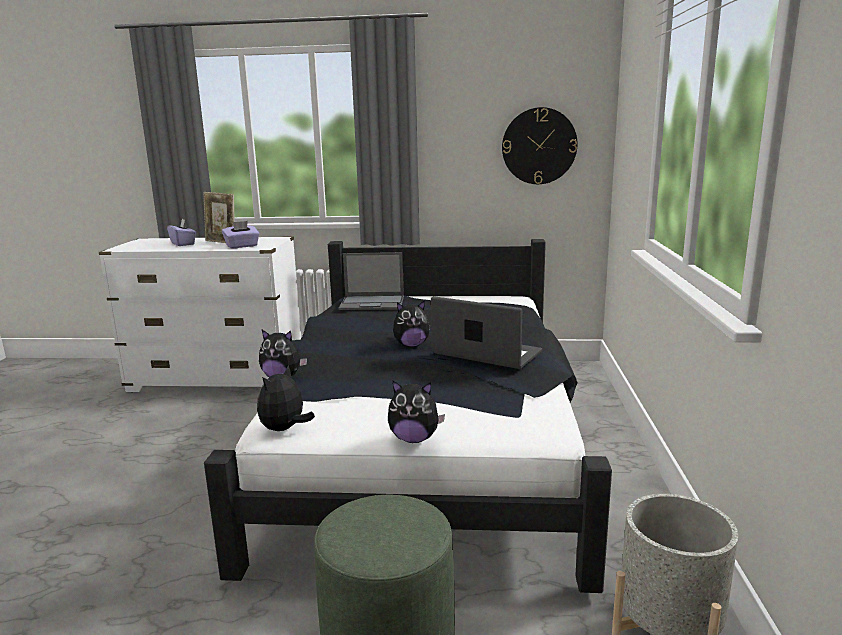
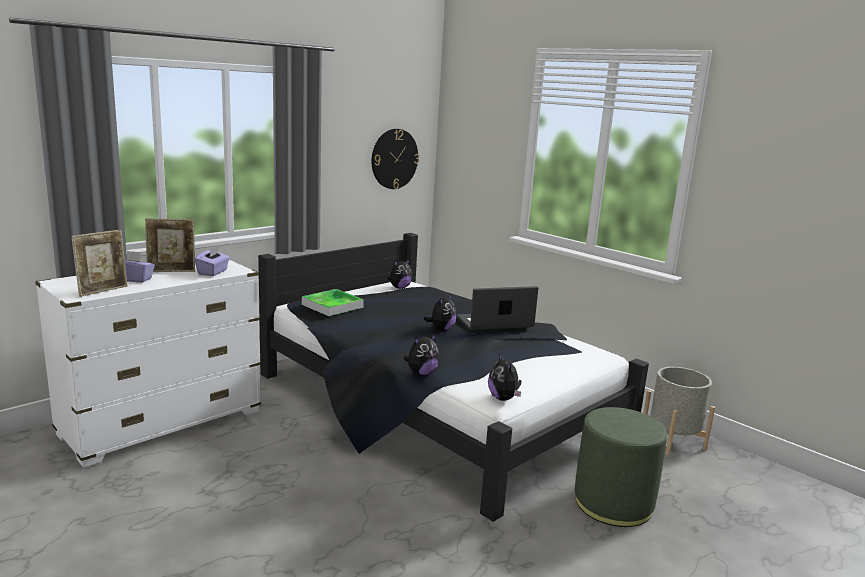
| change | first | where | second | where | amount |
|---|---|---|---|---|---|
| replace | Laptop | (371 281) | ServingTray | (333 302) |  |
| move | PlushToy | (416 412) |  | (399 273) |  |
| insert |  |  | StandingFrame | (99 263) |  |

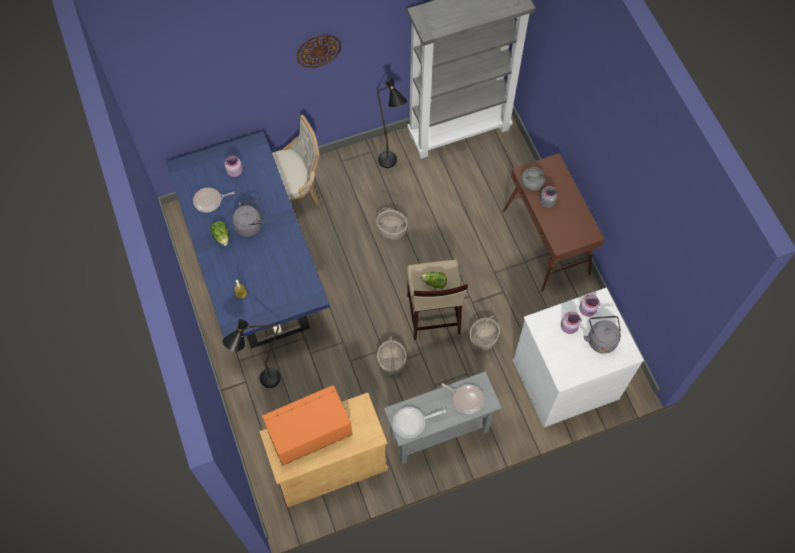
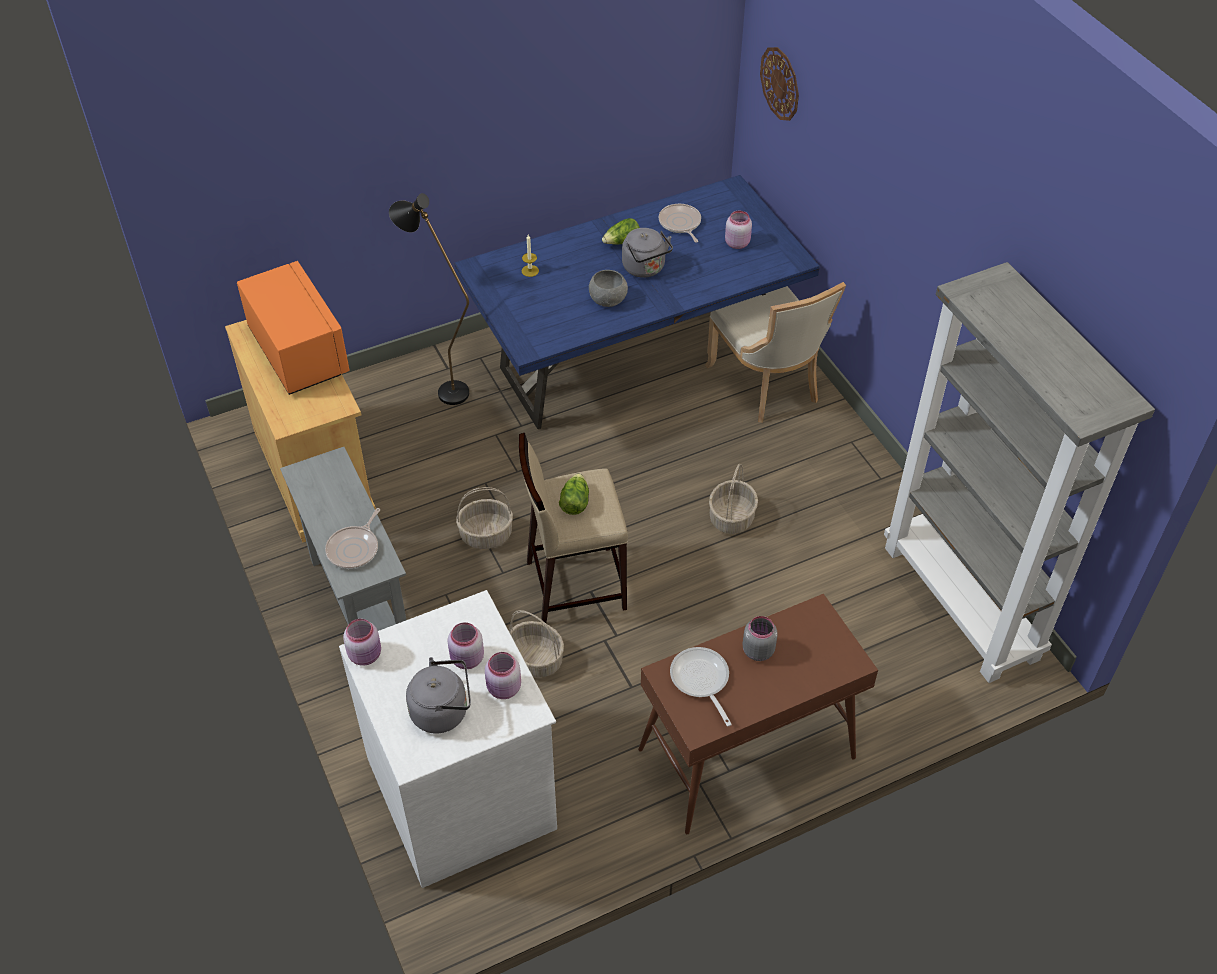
| change | first | where | second | where | amount |
|---|---|---|---|---|---|
| move | WallClock | (318 51) |  | (779 84) |  |
| delete | BlackStandardLamp | (392 122) |  |  |  |
| move | GreyishServingBowl | (533 179) |  | (608 288) |  |
| move | Skillet | (419 422) |  | (701 686) |  |
| insert |  |  | PinkJar | (362 642) |  |

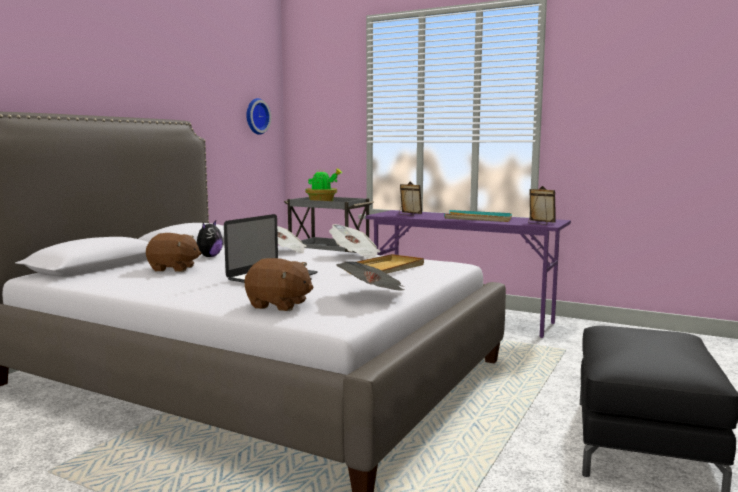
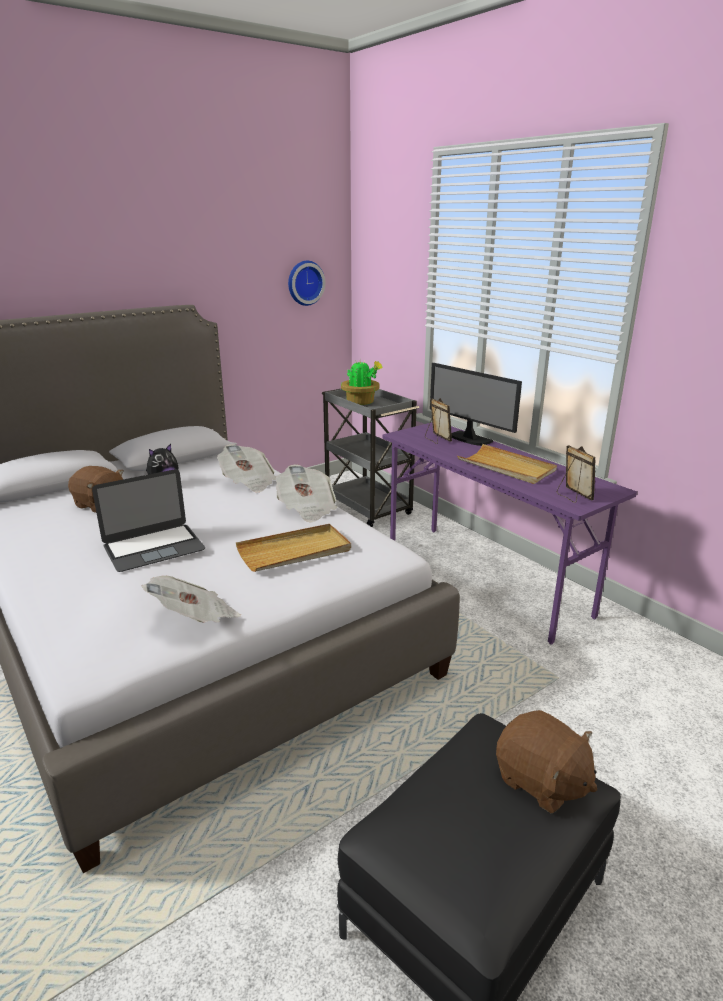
| change | first | where | second | where | amount |
|---|---|---|---|---|---|
| recolor | BlueGreenServingTray | (478 216) | BeigeColouredServingTray | (507 464) |  |
| move | BrownColouredPlushToy | (278 284) |  | (546 761) |  |
| insert |  |  | ComputerDisplay | (476 404) |  |

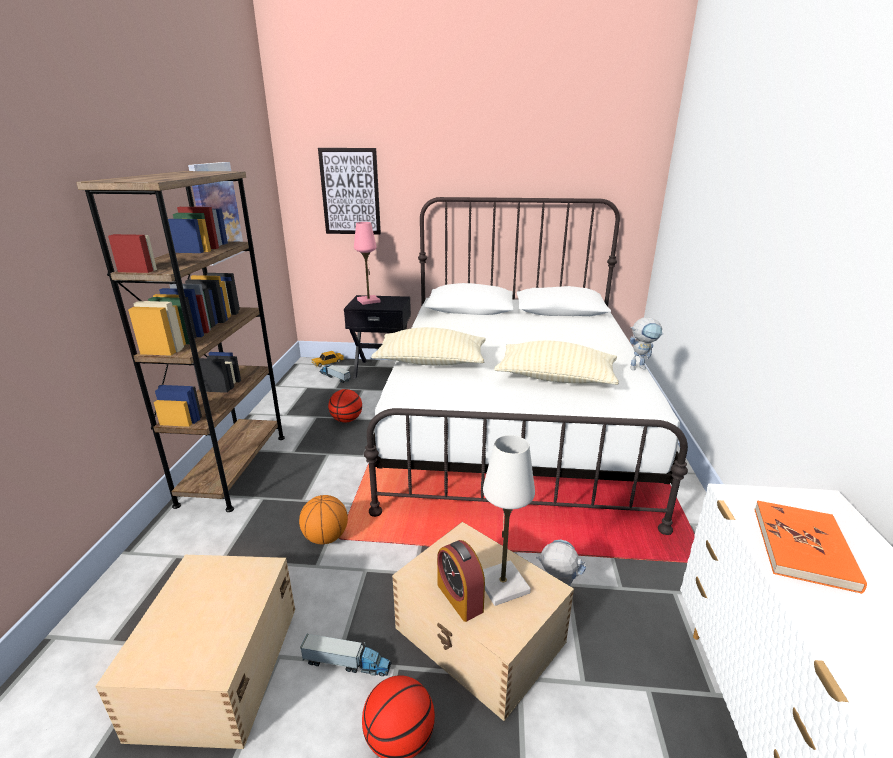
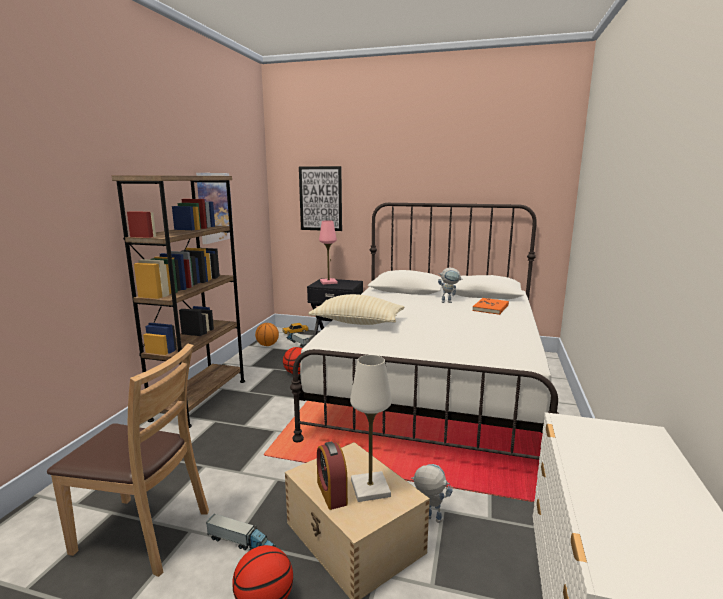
| change | first | where | second | where | amount |
|---|---|---|---|---|---|
| move | ModelRobot | (646 343) |  | (450 285) |  |
| delete | BeigeColouredThrowPillow | (556 363) |  |  |  |
| move | BallForBasketball | (323 519) |  | (267 334) |  |
| move | OrangeyBoundBook | (810 547) |  | (491 306) |  |
| replace | BeigeColouredStorageContainer | (195 652) | BrownColouredChair | (128 460) |  |

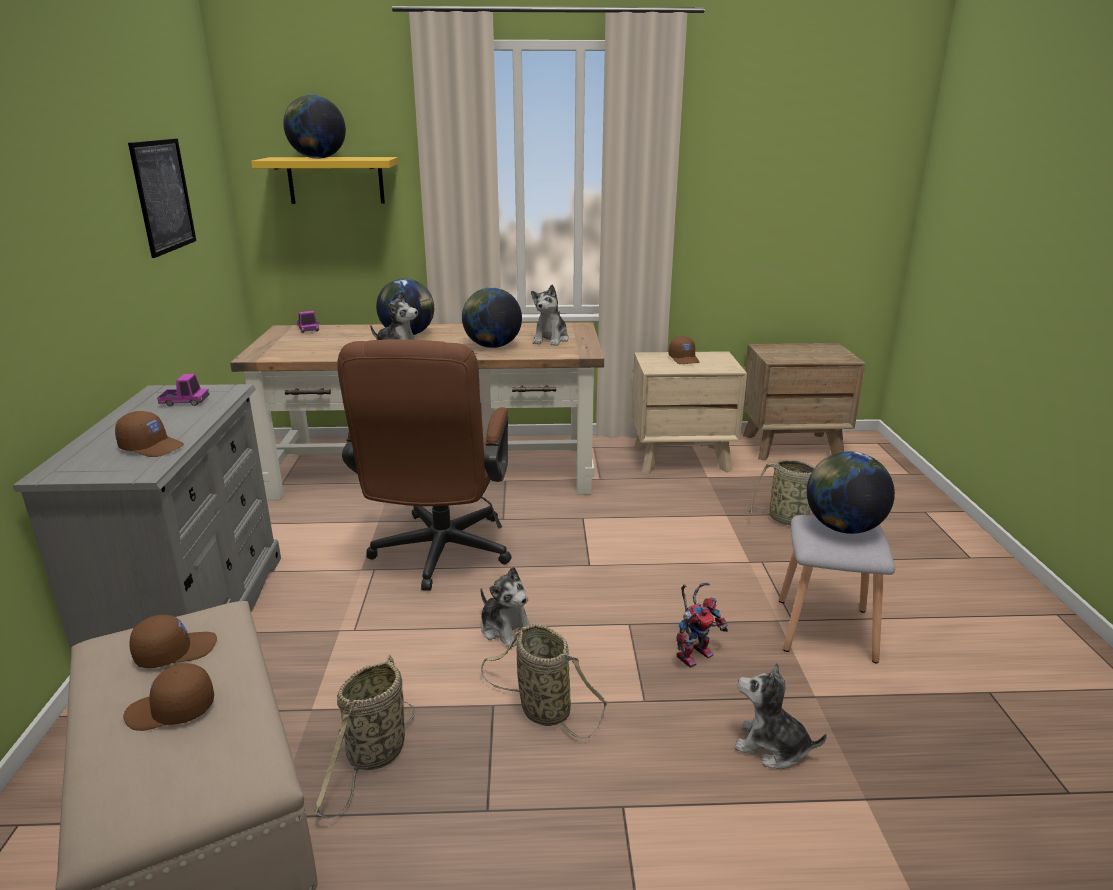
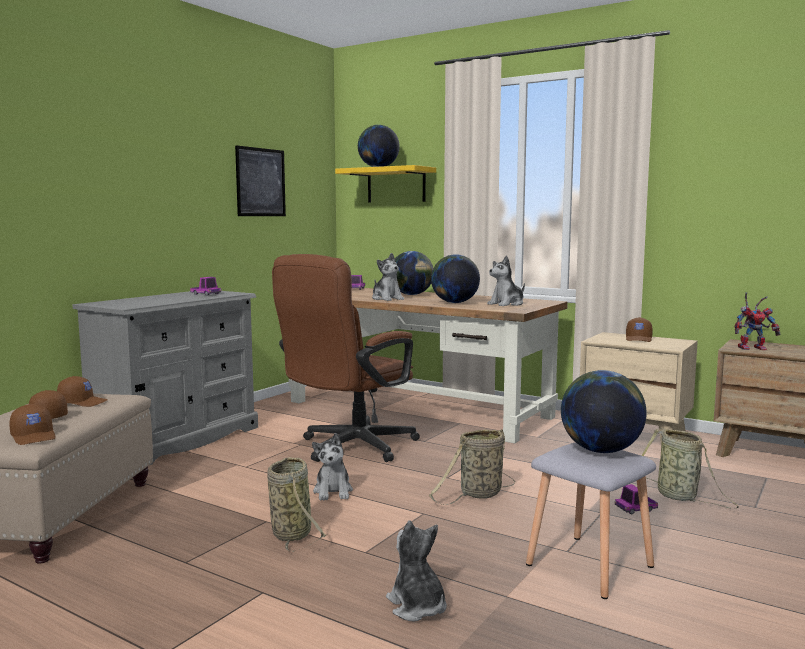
| change | first | where | second | where | amount |
|---|---|---|---|---|---|
| move | BrownColouredCap | (149 434) |  | (32 424) |  |
| move | ModelRobot | (702 625) |  | (757 321) |  |
| move | Basket | (364 737) |  | (472 467) |  |
| insert |  |  | ModelTruck | (636 499) |  |

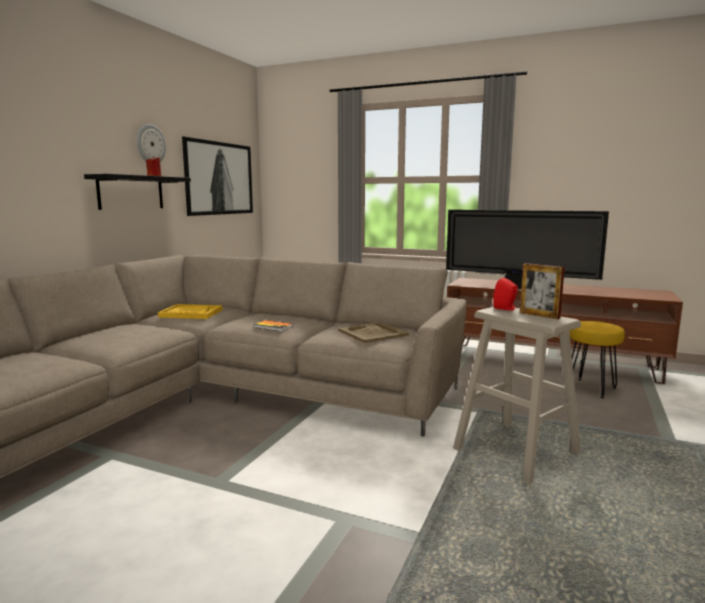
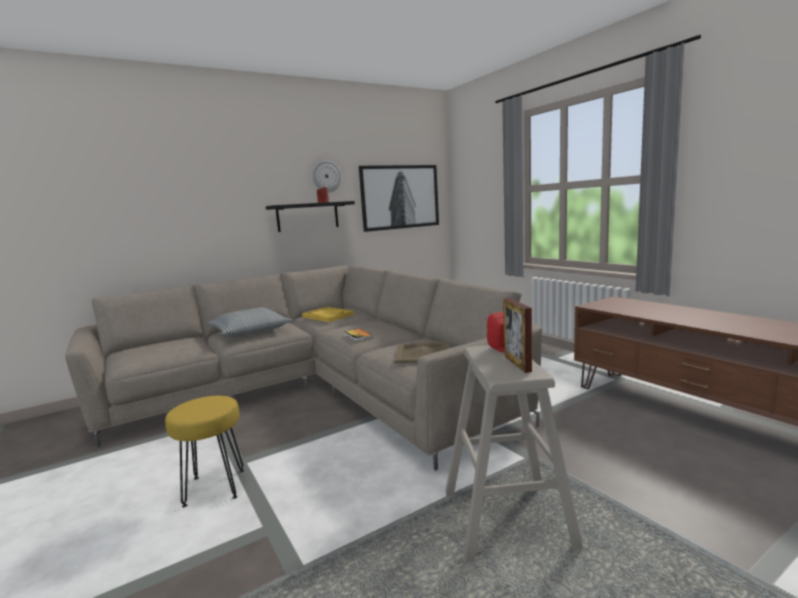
| change | first | where | second | where | amount |
|---|---|---|---|---|---|
| delete | Television | (527 249) |  |  |  |
| move | YellowColouredStool | (597 360) |  | (204 451) |  |
| insert |  |  | ThrowPillow | (250 322) |  |

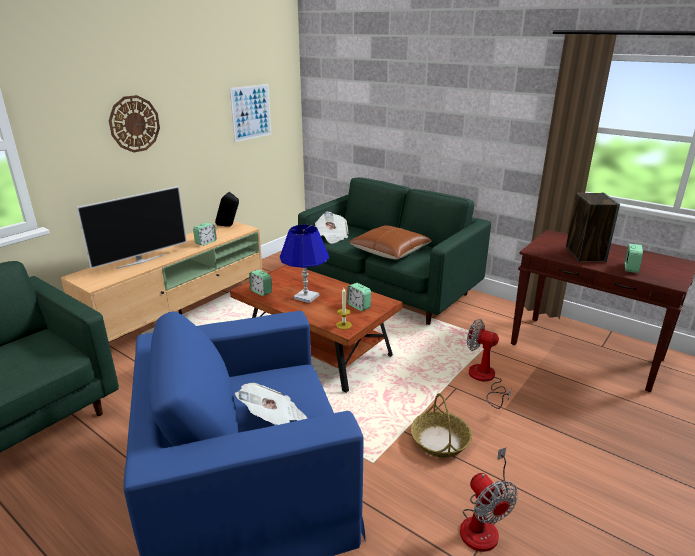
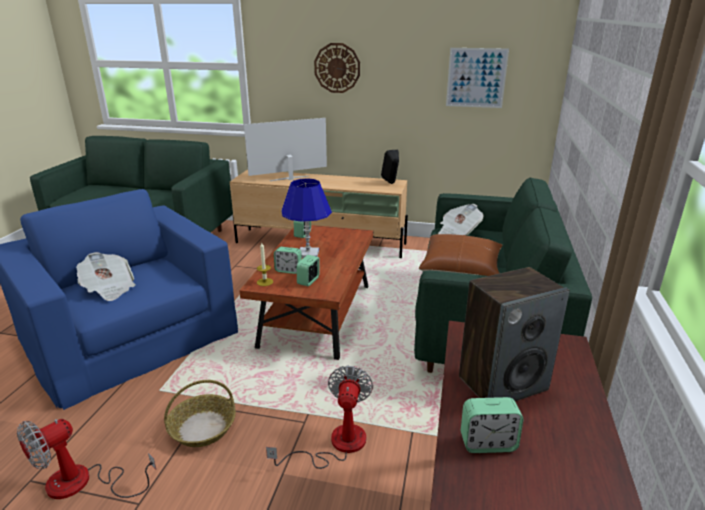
| change | first | where | second | where | amount |
|---|---|---|---|---|---|
| rotate | Television | (131 227) |  | (285 149) | 135 degrees clockwise |
| move | AlarmClock | (205 234) |  | (288 260) |  |

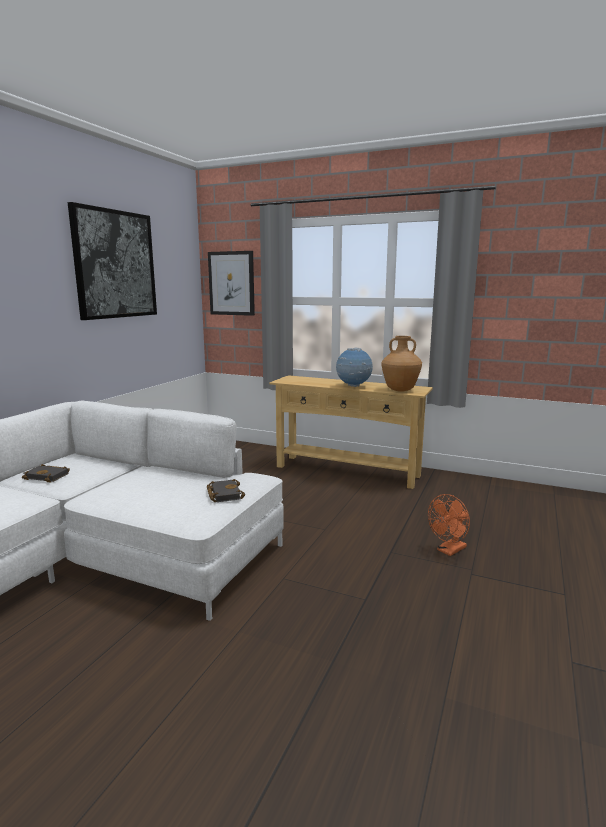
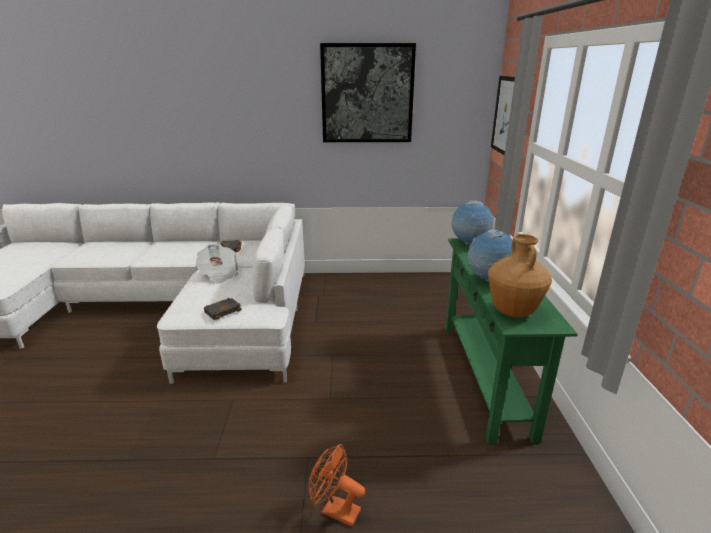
| change | first | where | second | where | amount |
|---|---|---|---|---|---|
| recolor | BeigeColouredNarrowTable | (351 432) | GreenishNarrowTable | (511 341) |  |
| insert |  |  | DeskGlobe | (472 223) |  |
| insert |  |  | PrintedPaper | (217 264) |  |

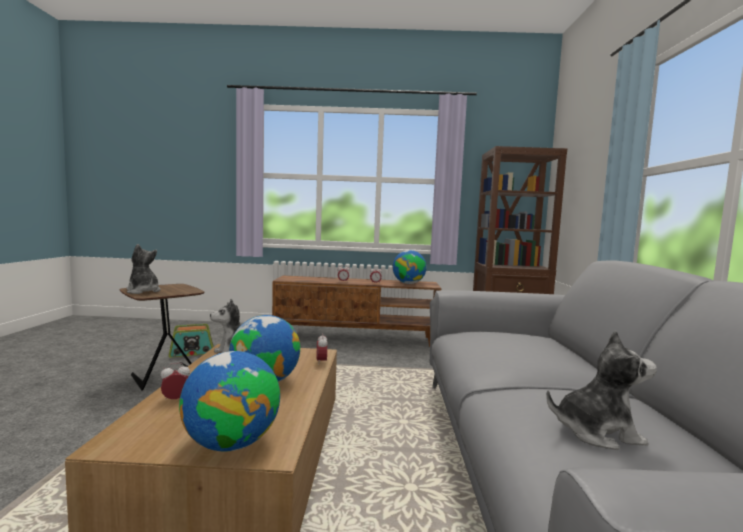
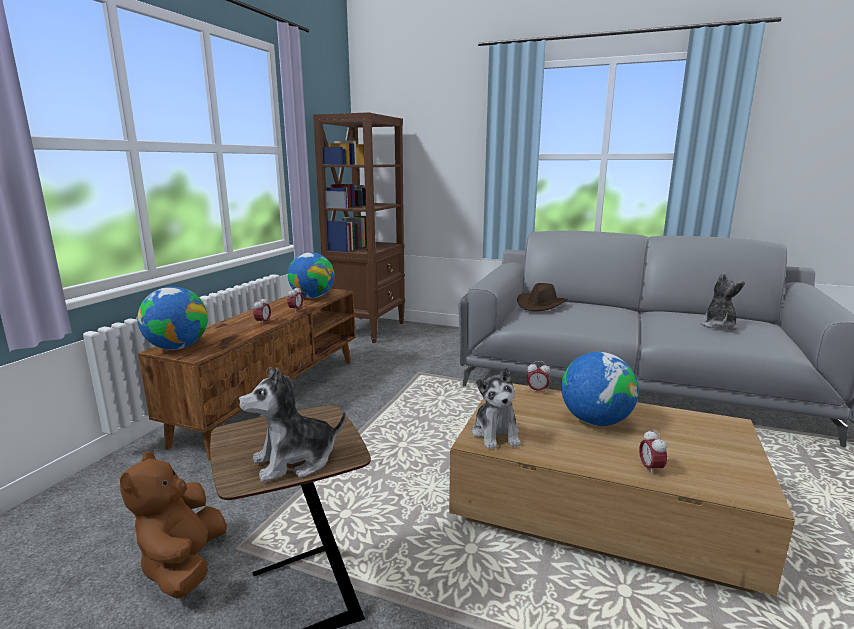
| change | first | where | second | where | amount |
|---|---|---|---|---|---|
| replace | RadioSet | (191 341) | BrownColouredPlushToy | (173 525) |  |
| move | DeskGlobe | (229 401) |  | (172 318) |  |
| insert |  |  | BrownColouredWearableHat | (542 297) |  |

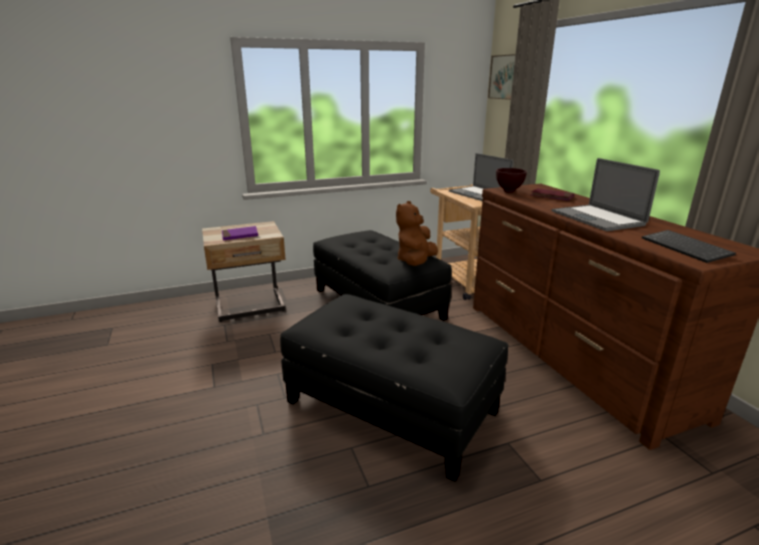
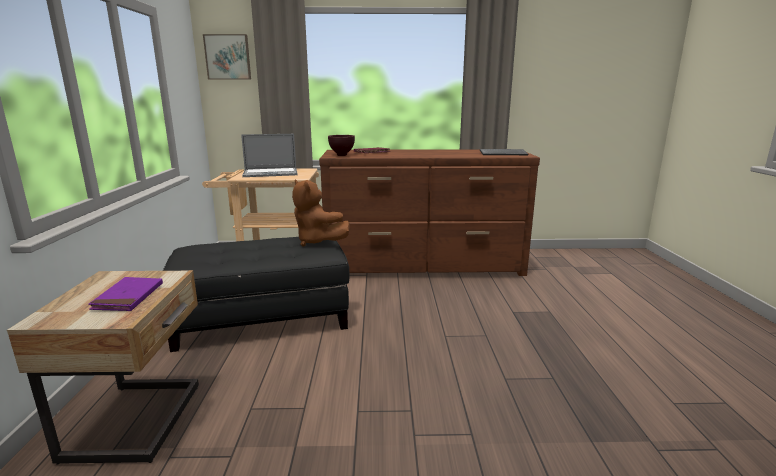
| change | first | where | second | where | amount |
|---|---|---|---|---|---|
| delete | Laptop | (606 194) |  |  |  |
| delete | BlackOttoman | (394 388) |  |  |  |

